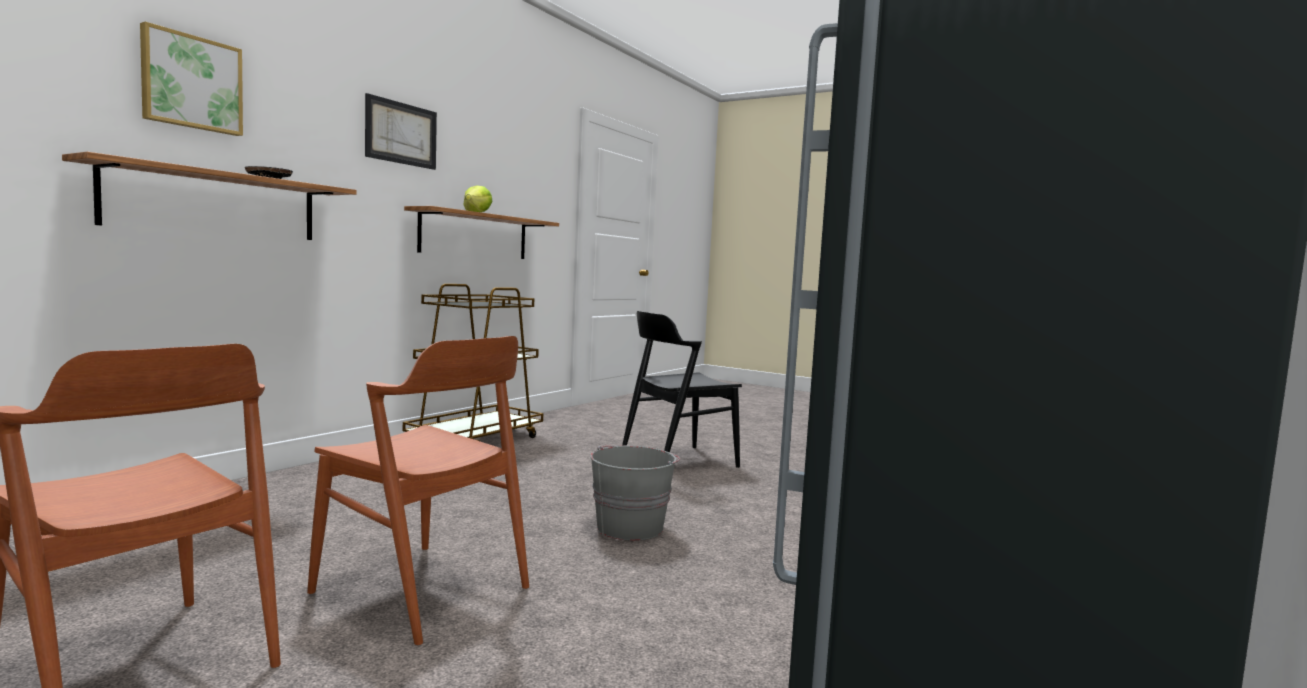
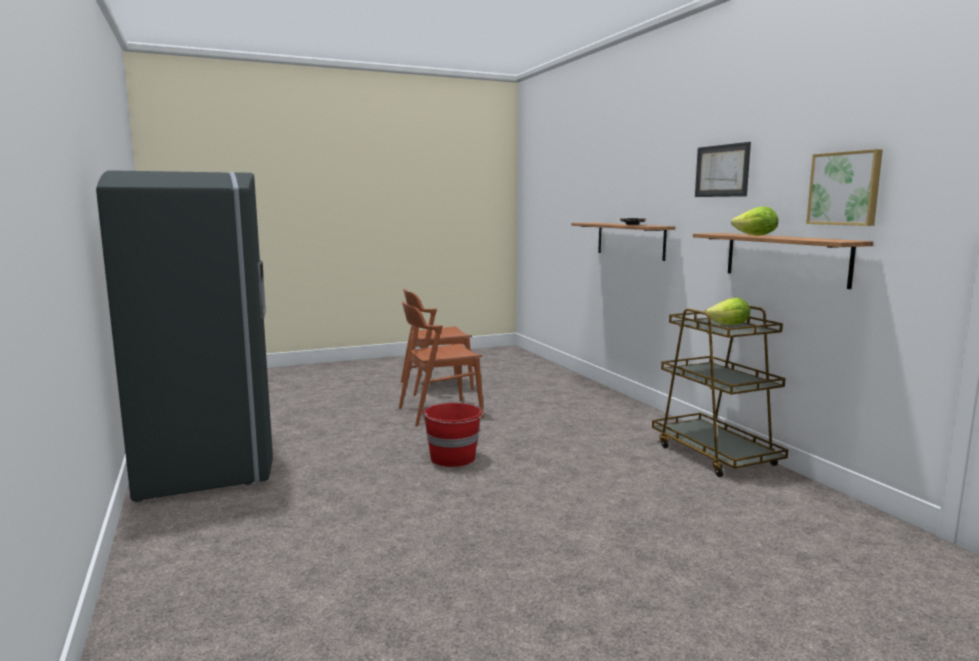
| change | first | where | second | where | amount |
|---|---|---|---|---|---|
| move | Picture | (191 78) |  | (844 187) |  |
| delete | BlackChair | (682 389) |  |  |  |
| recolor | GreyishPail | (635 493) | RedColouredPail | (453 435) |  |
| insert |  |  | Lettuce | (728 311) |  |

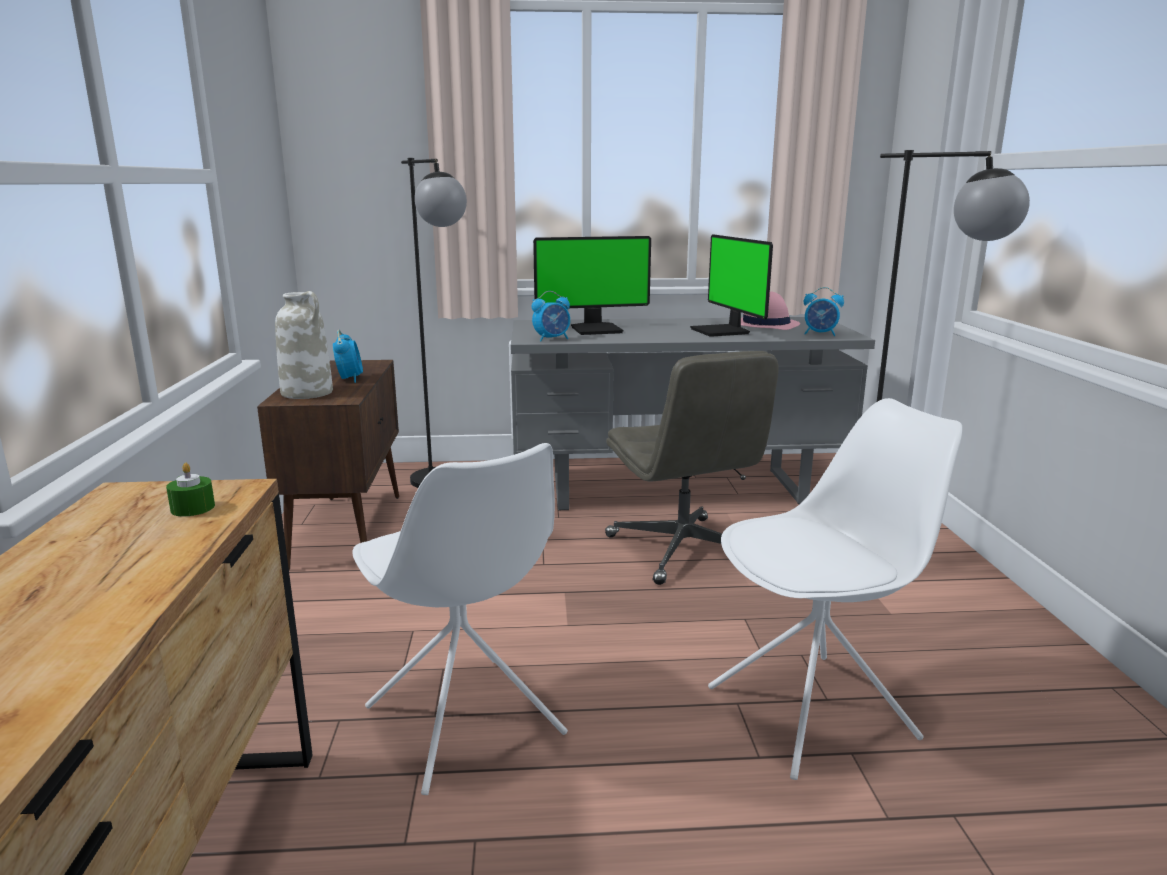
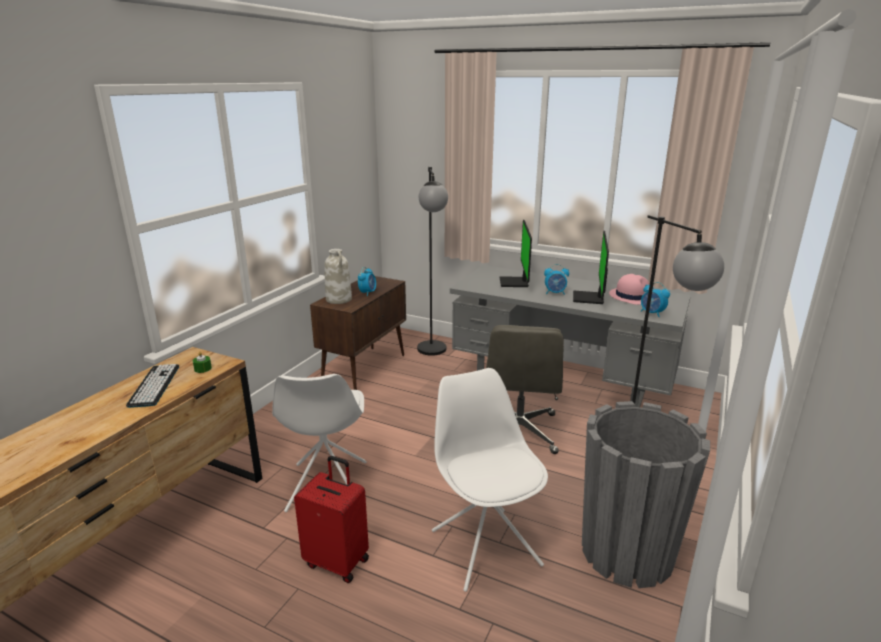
| change | first | where | second | where | amount |
|---|---|---|---|---|---|
| rotate | ComputerDisplay | (592 285) |  | (515 253) | 75 degrees clockwise |
| move | AlarmClock | (551 316) |  | (556 279) |  |
| rotate | WhiteColouredChair | (835 589) |  | (490 480) | 120 degrees counterclockwise |
| insert |  |  | ComputerKeyboard | (152 386) |  |
| insert |  |  | GreyishPlantPot | (646 494) |  |
| insert |  |  | RedColouredSuitcase | (331 519) |  |

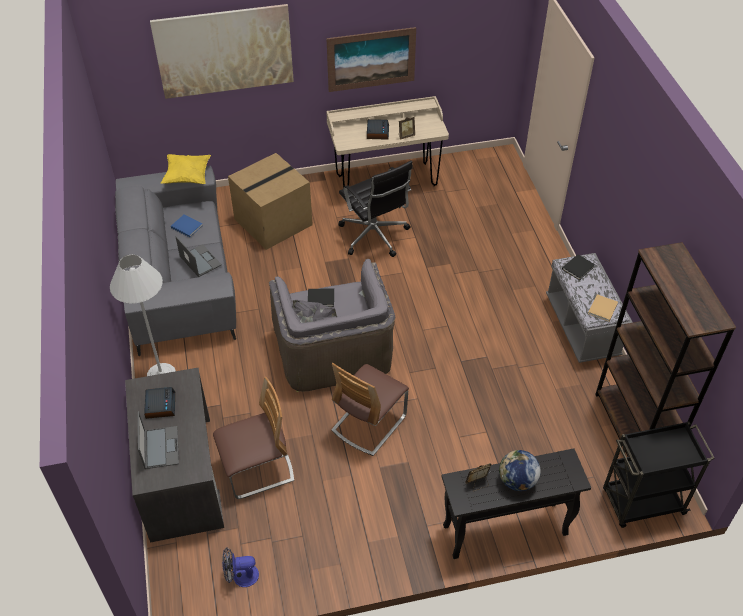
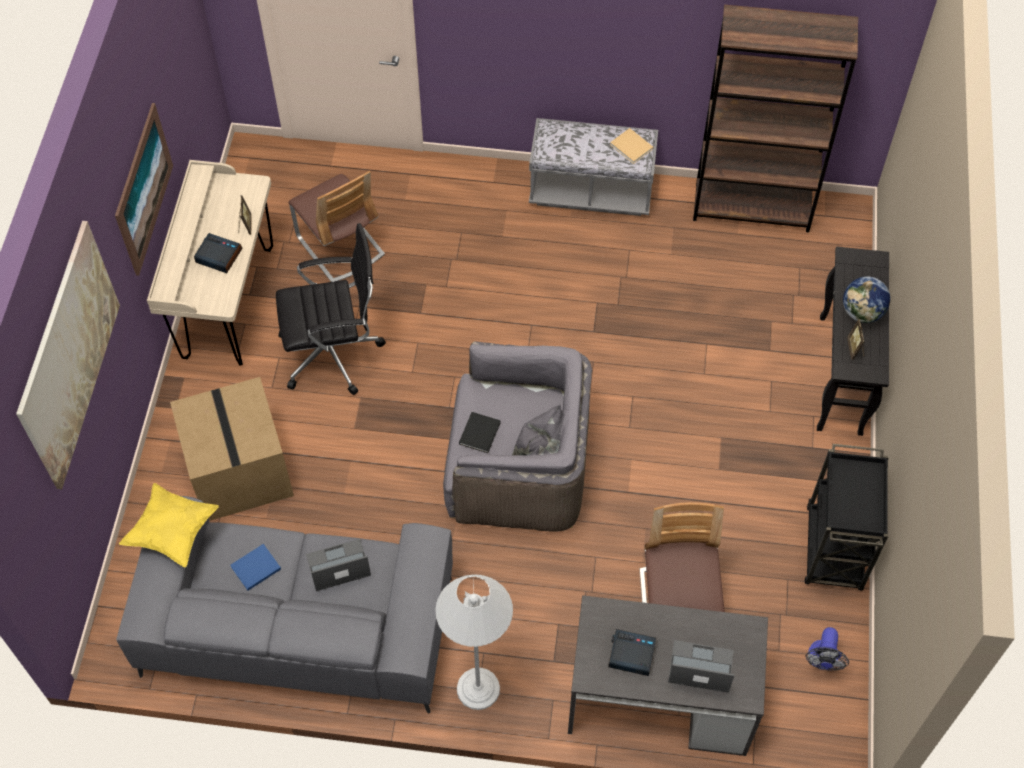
| change | first | where | second | where | amount |
|---|---|---|---|---|---|
| delete | BlackBoundBook | (578 267) |  |  |  |
| move | Chair | (370 409) |  | (336 226) |  |
| move | BlackTrolley | (659 475) |  | (846 517) |  |

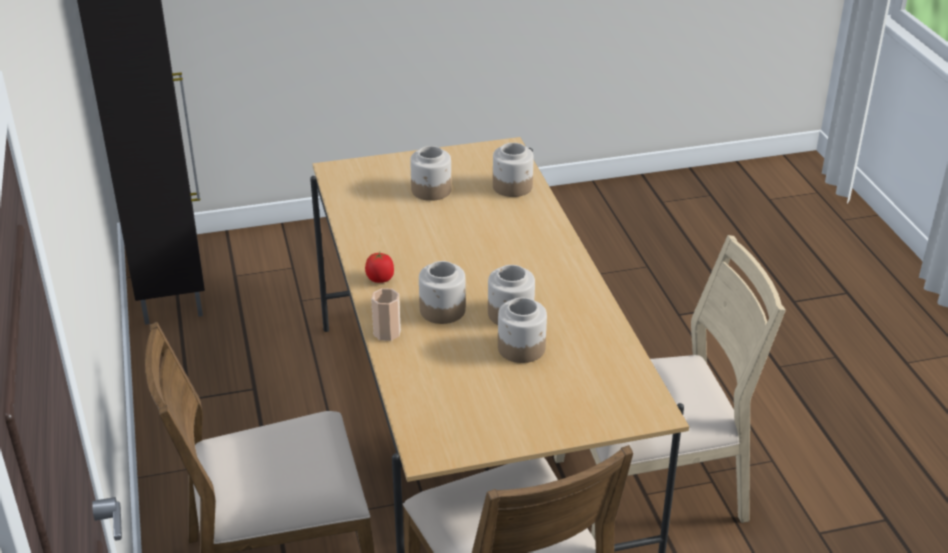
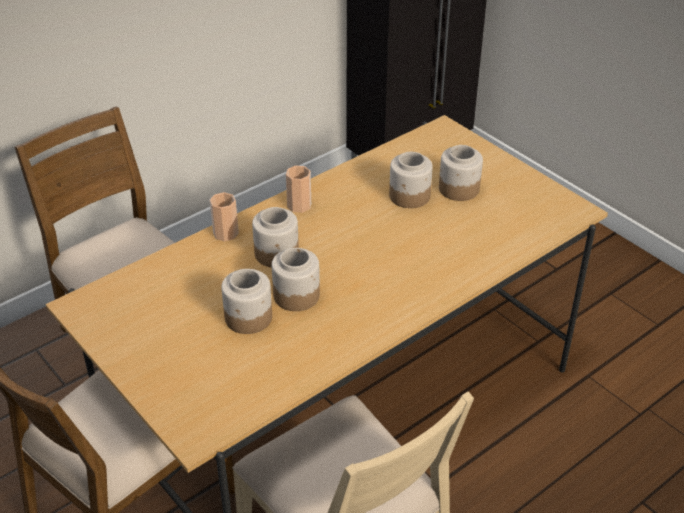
| change | first | where | second | where | amount |
|---|---|---|---|---|---|
| move | Jar | (513 170) |  | (411 180) |  |
| replace | WholeTomato | (379 267) | DrinkingCup | (298 189) |  |

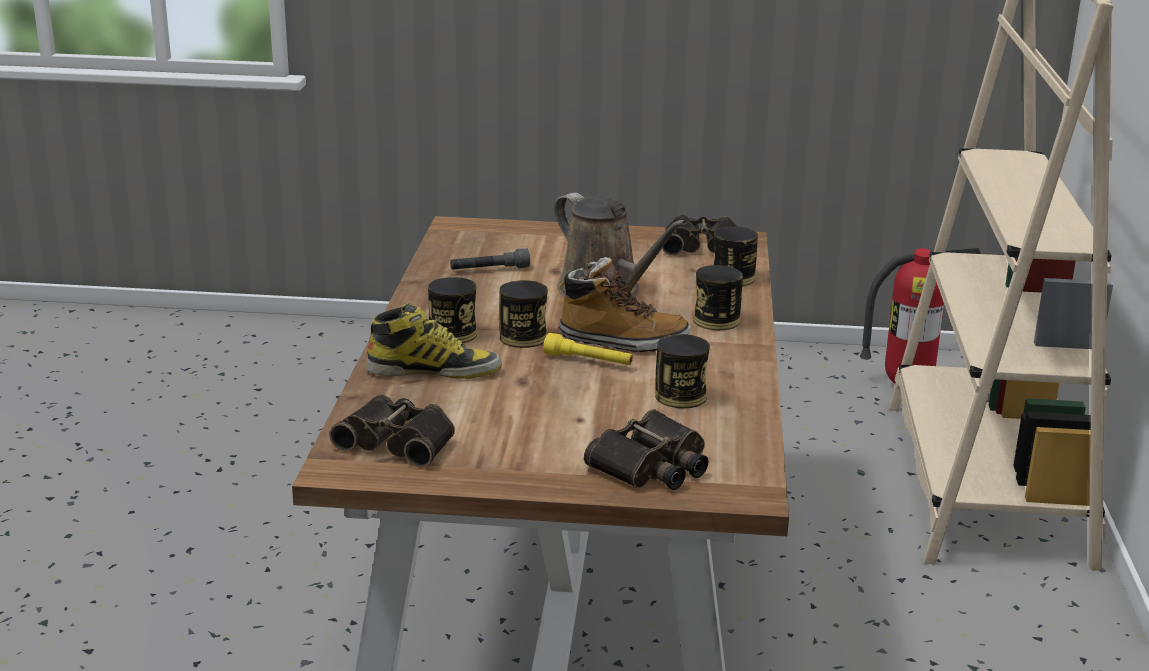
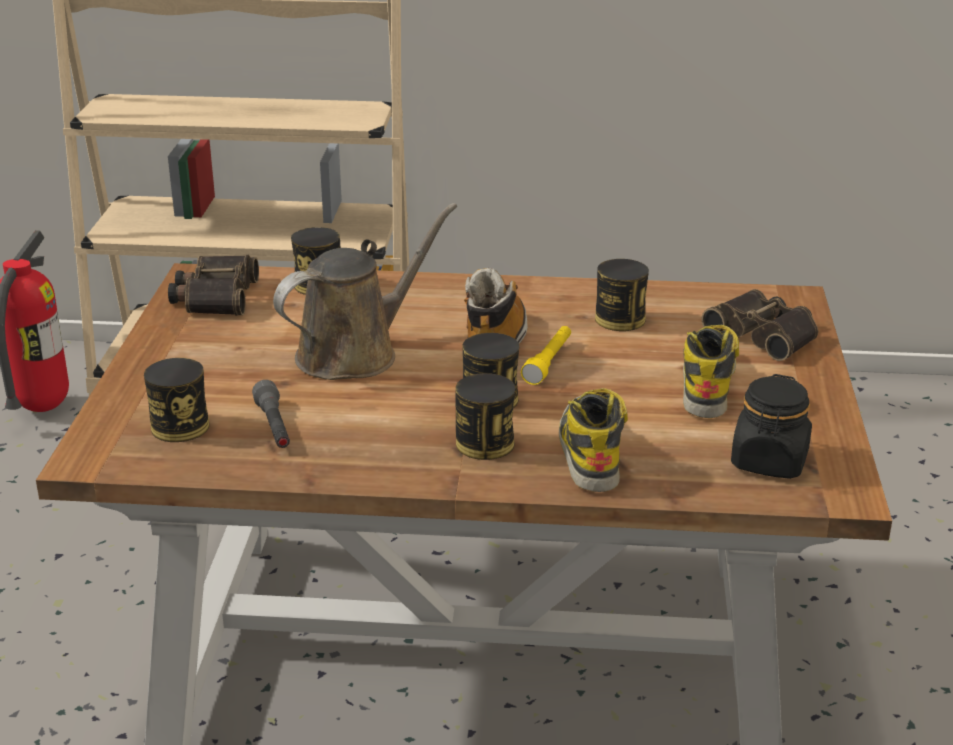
| change | first | where | second | where | amount |
|---|---|---|---|---|---|
| move | Can | (718 297) |  | (176 400) |  |
| replace | Binoculars | (392 431) | BlackJar | (771 426) |  |
| insert |  |  | HighTopBoot | (711 371) |  |

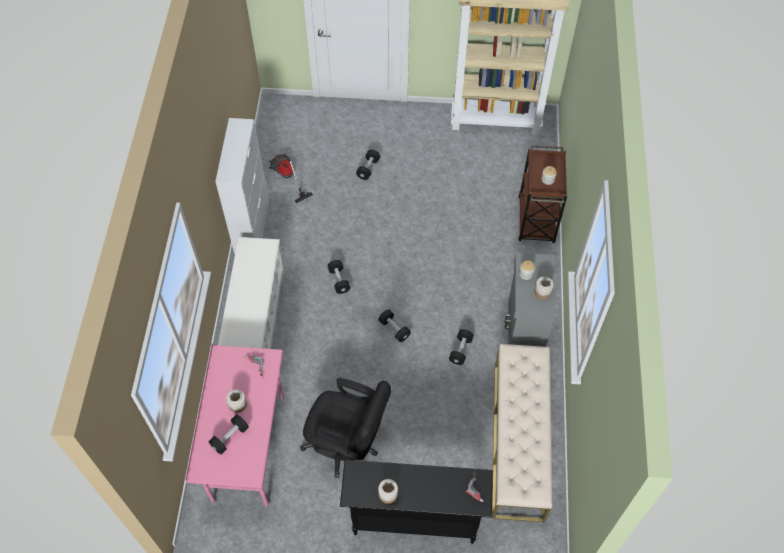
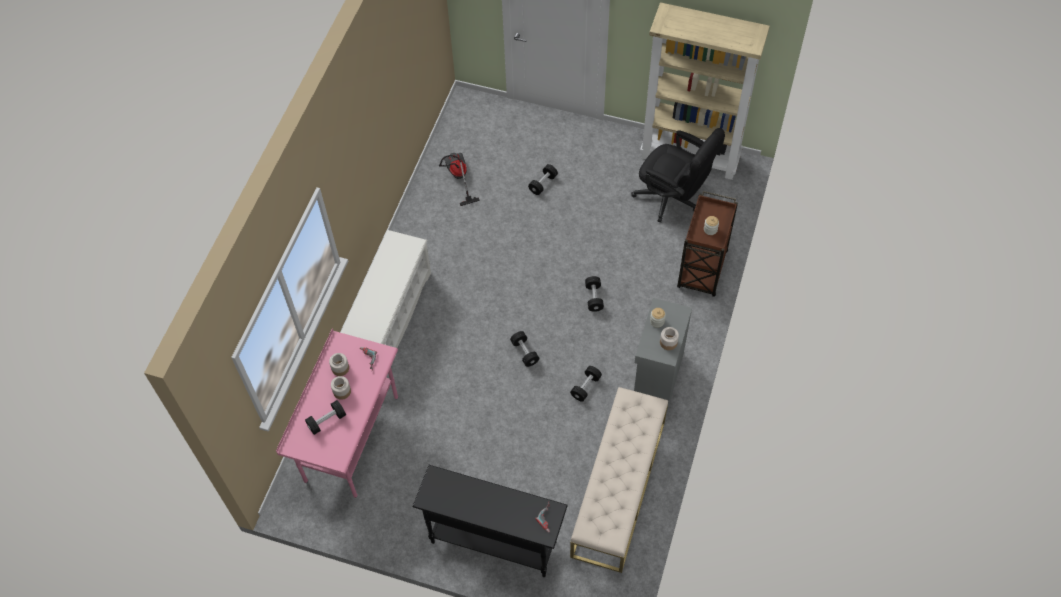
| change | first | where | second | where | amount |
|---|---|---|---|---|---|
| delete | WhiteColouredCupboard | (242 186) |  |  |  |
| move | BlackFreeWeight | (339 277) |  | (594 294) |  |
| move | BlackDeskChair | (345 428) |  | (678 175) |  |
| move | Jar | (388 491) |  | (339 364) |  |

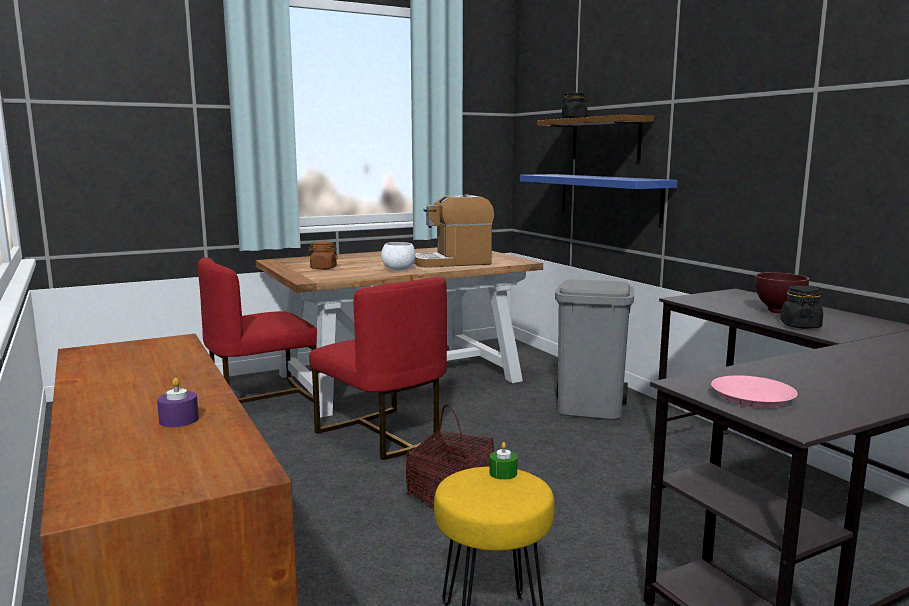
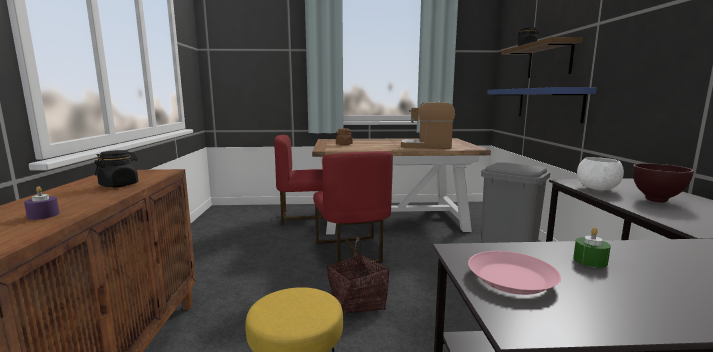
| change | first | where | second | where | amount |
|---|---|---|---|---|---|
| move | WhiteColouredServingBowl | (398 256) |  | (600 173) |  |
| move | BlackJar | (801 307) |  | (116 168) |  |
| move | GreenishWaxCandle | (504 461) |  | (592 247) |  |

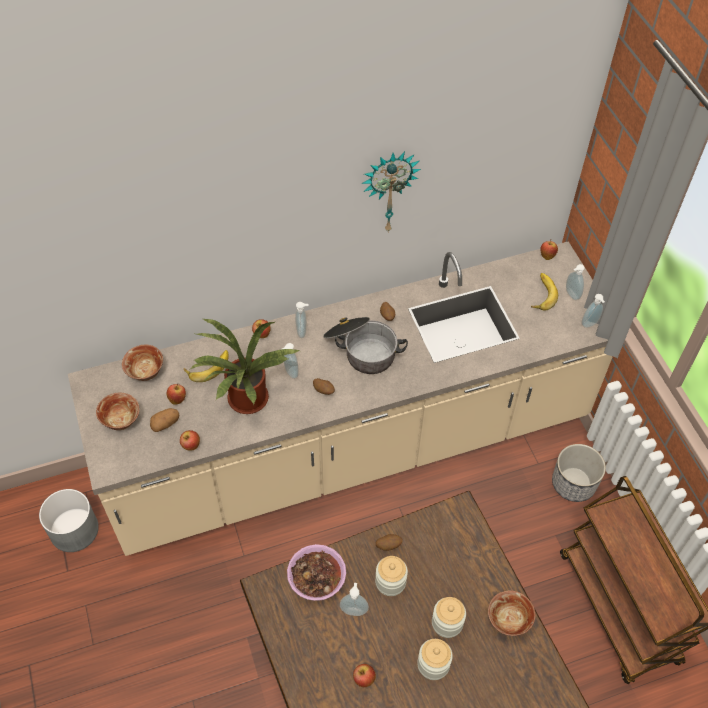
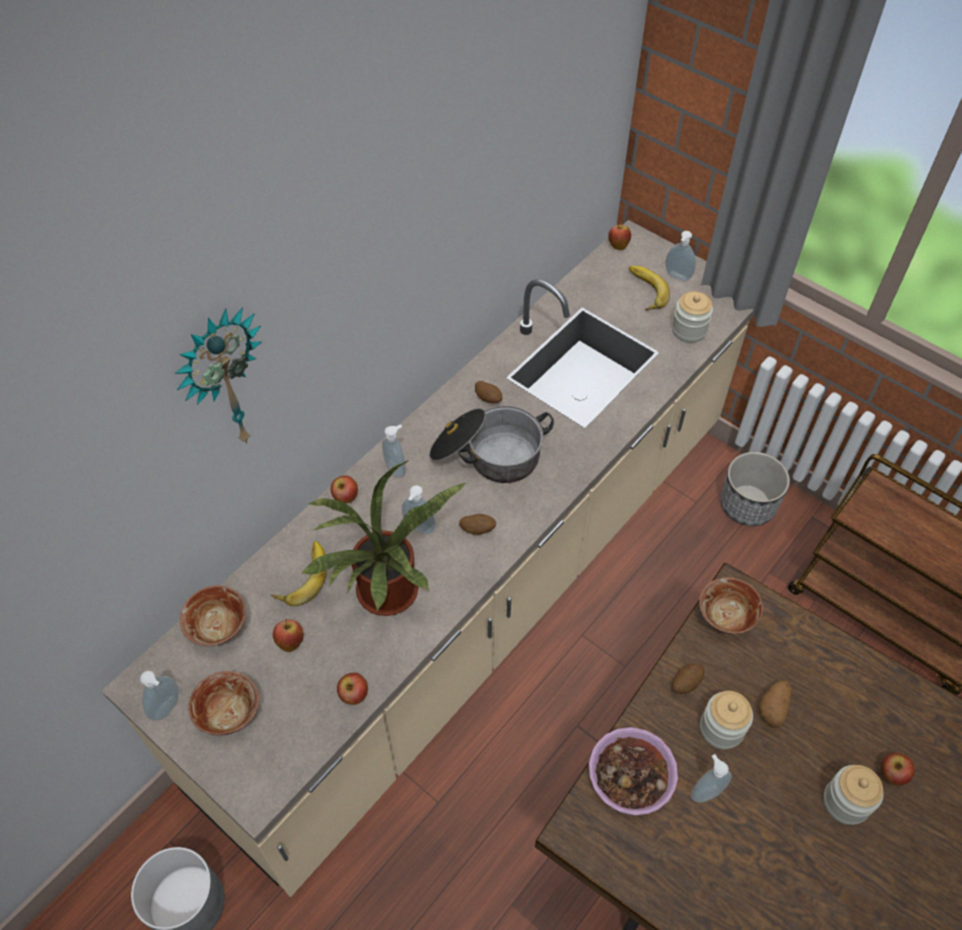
| change | first | where | second | where | amount |
|---|---|---|---|---|---|
| move | WallClock | (391 192) |  | (217 375) |  |
| move | SoapDispenser | (593 311) |  | (159 696) |  |
| move | Potato | (164 420) |  | (775 704) |  |
| move | ServingBowl | (512 613) |  | (731 605) |  |
| move | Jar | (449 617) |  | (692 317) |  |
| move | Apple | (364 675) |  | (898 769) |  |

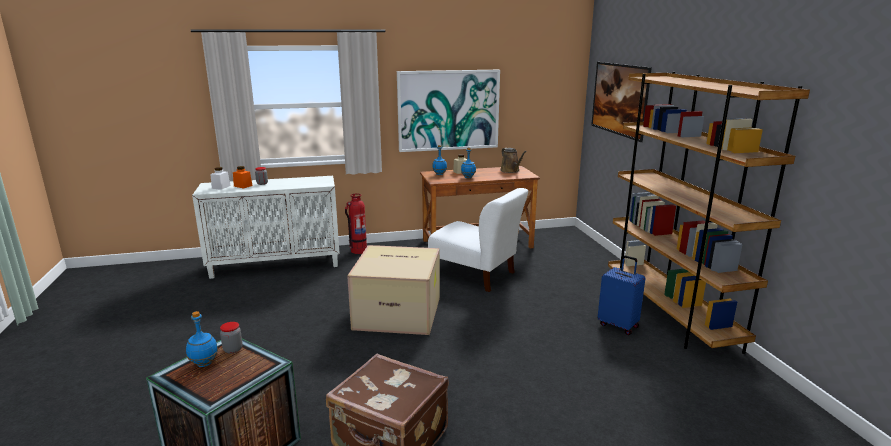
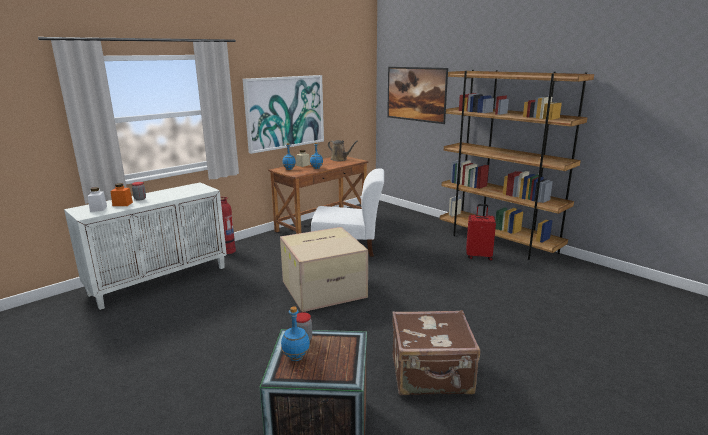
| change | first | where | second | where | amount |
|---|---|---|---|---|---|
| recolor | BluishSuitcase | (621 295) | RedColouredSuitcase | (481 232) |  |

